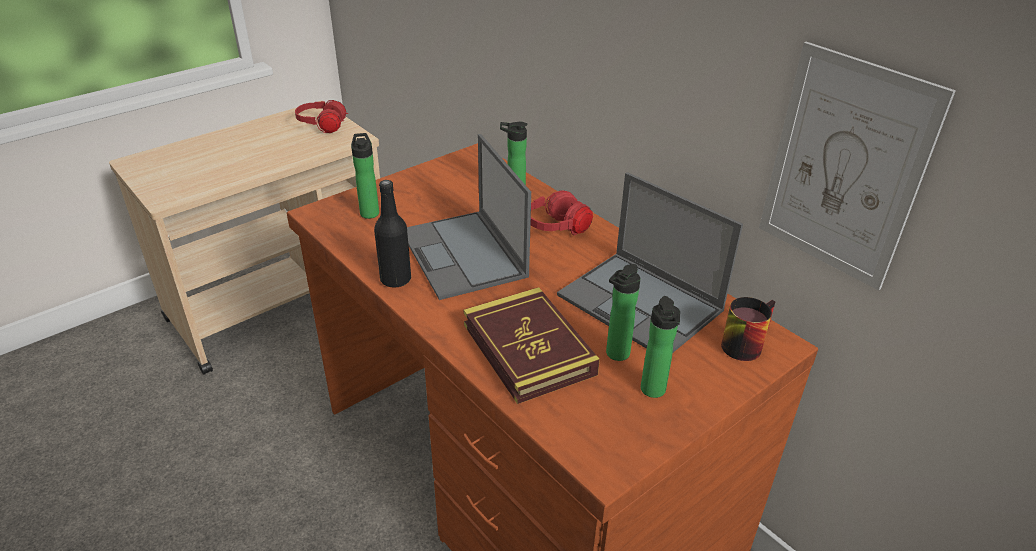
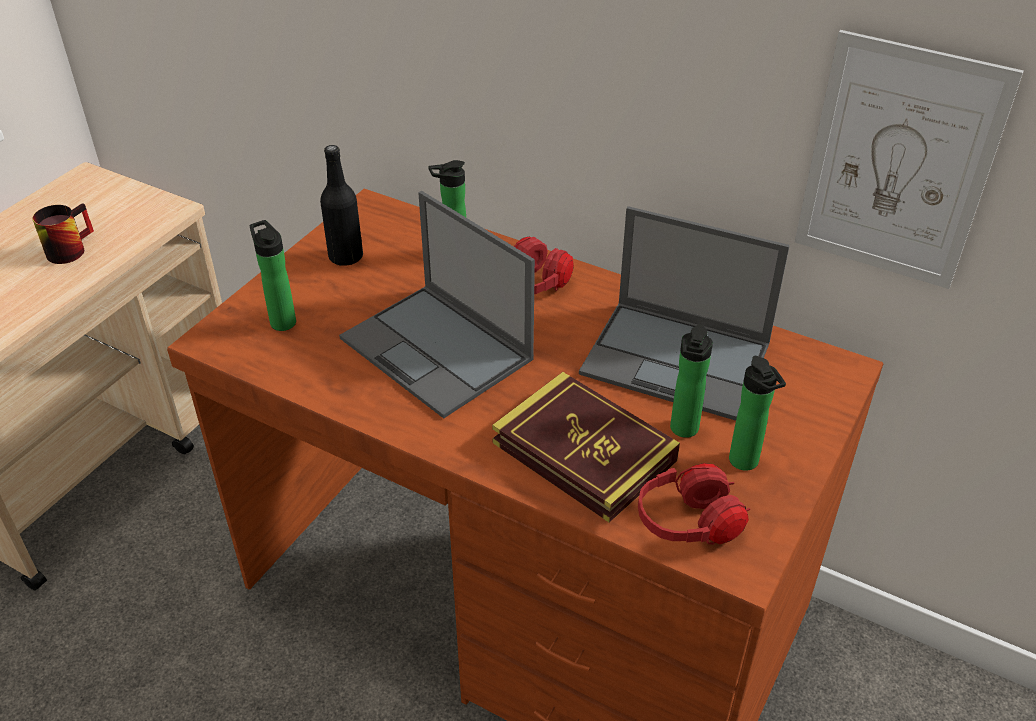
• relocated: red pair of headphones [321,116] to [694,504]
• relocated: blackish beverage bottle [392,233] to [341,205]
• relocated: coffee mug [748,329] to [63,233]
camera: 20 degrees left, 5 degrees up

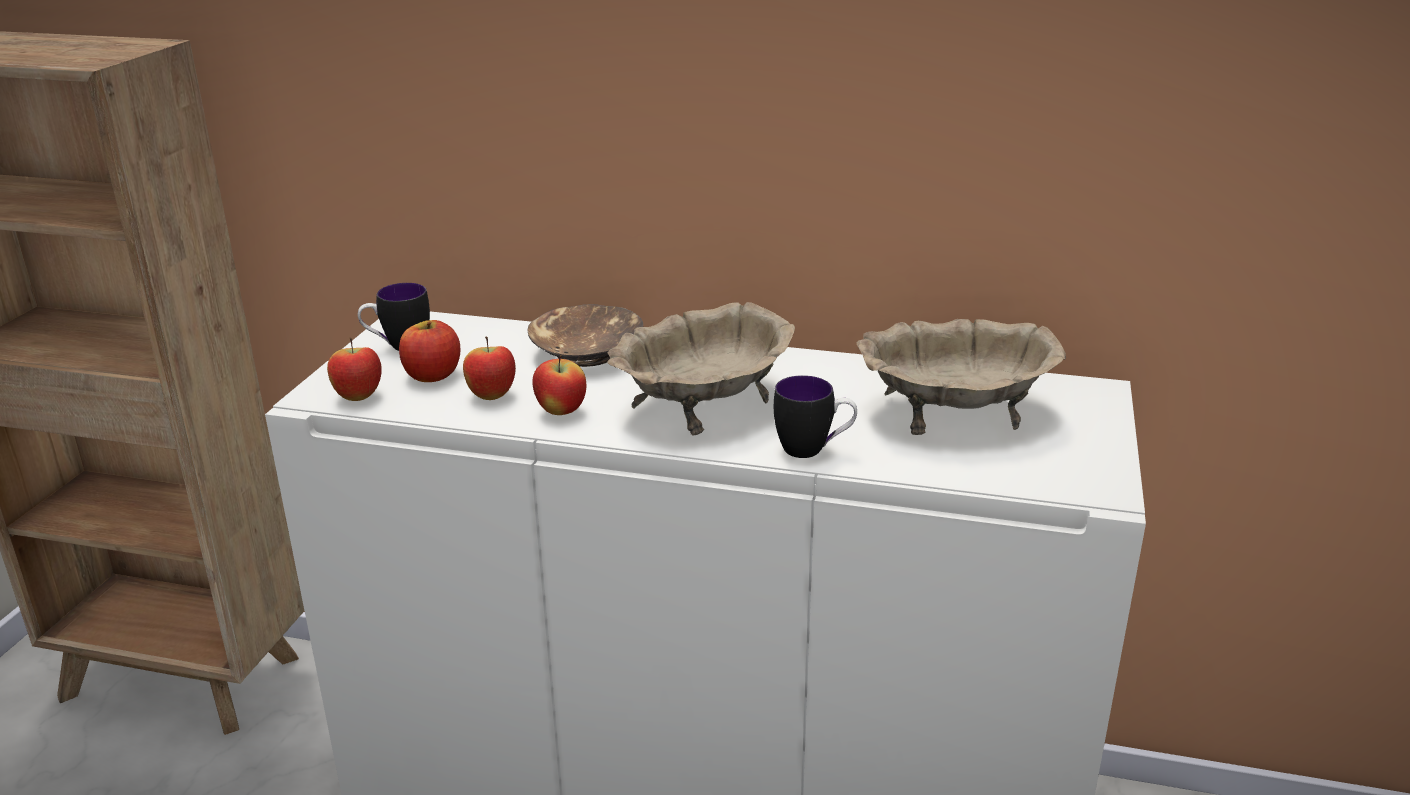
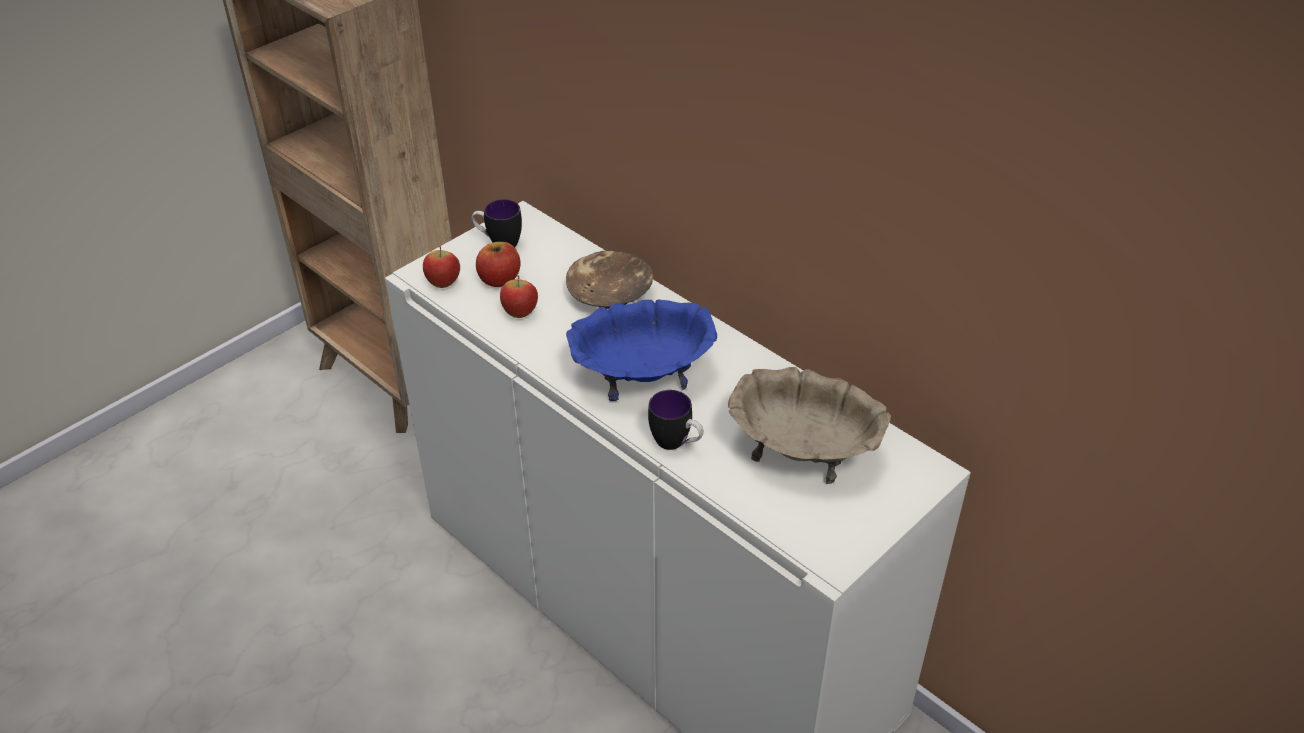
• colour: beige serving bowl [701,369] to bluish serving bowl [641,350]
• missing: whole apple [559,385]
camera: 30 degrees right, 15 degrees up

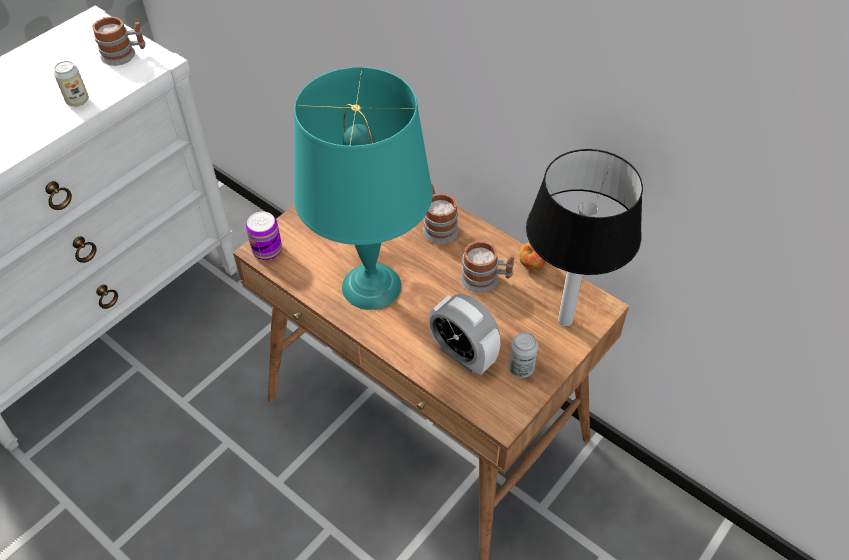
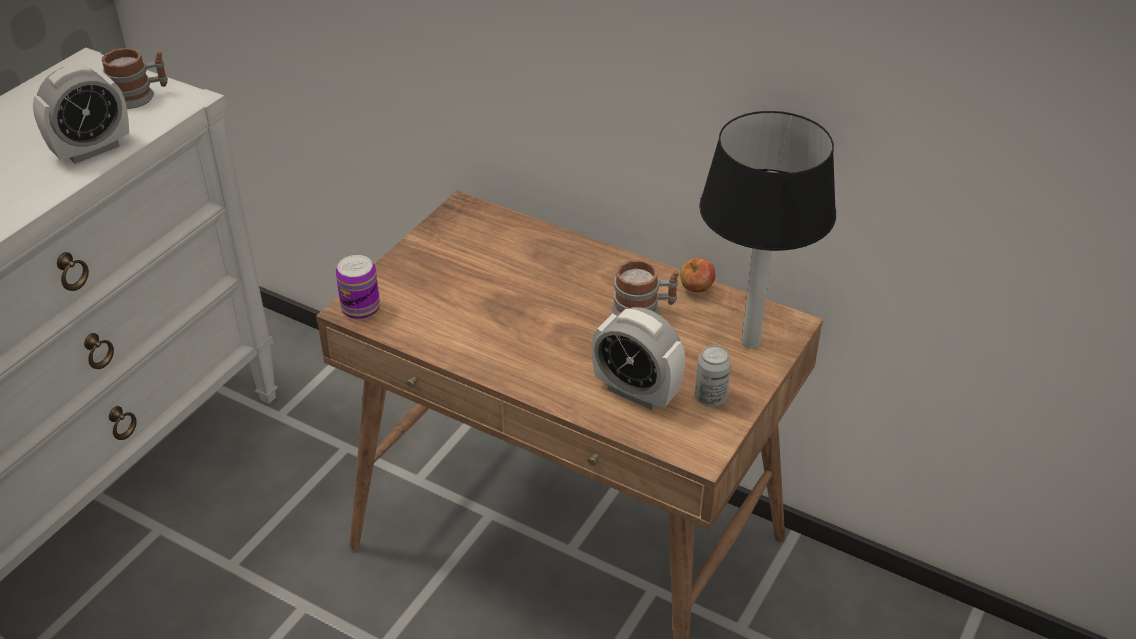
• exchanged: can [71,84] to table clock [81,114]
• missing: turquoise-coloured tabletop lamp [363,188]
• missing: coffee mug [441,213]
camera: 10 degrees left, 10 degrees down

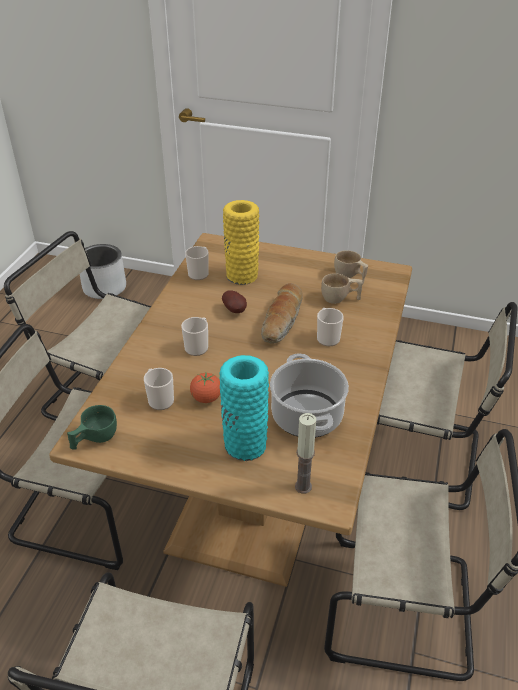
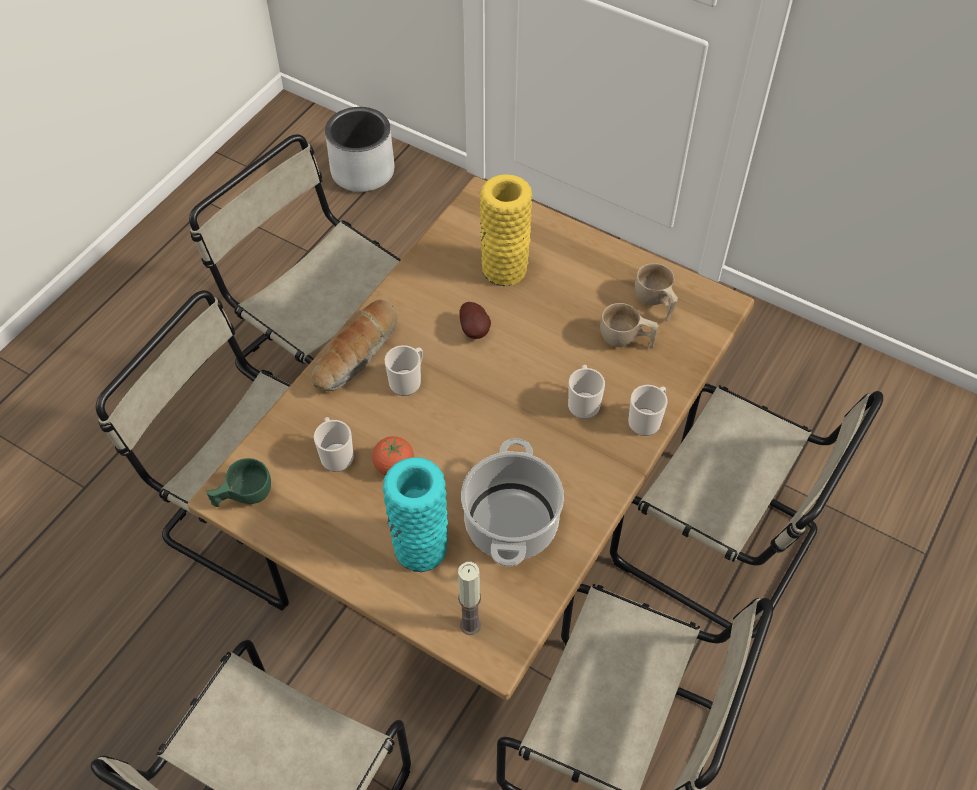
• relocated: coffee mug [197,263] to [648,410]
• relocated: baked bread [282,313] to [354,345]
camera: 15 degrees right, 15 degrees up

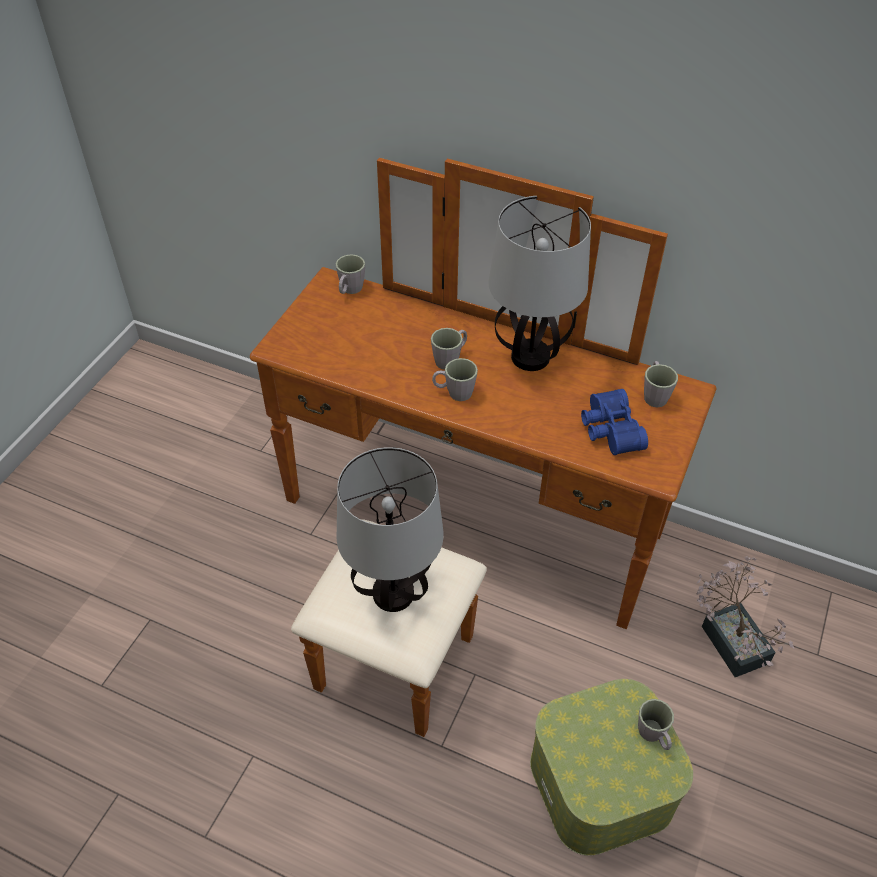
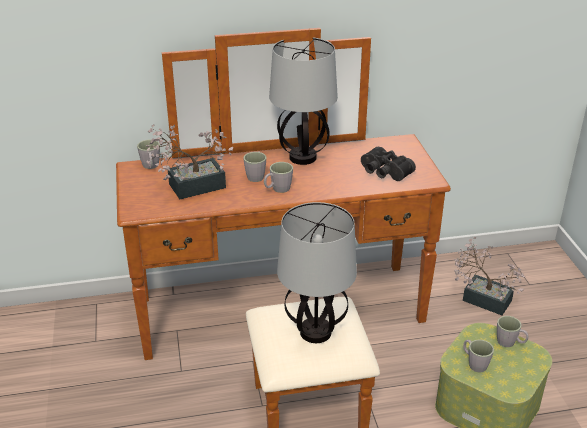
• relocated: grey coffee mug [661,384] to [478,355]
• colour: bluish binoculars [614,422] to blackish binoculars [388,164]
• appeared: houseplant [189,162]
camera: 35 degrees left, 15 degrees down

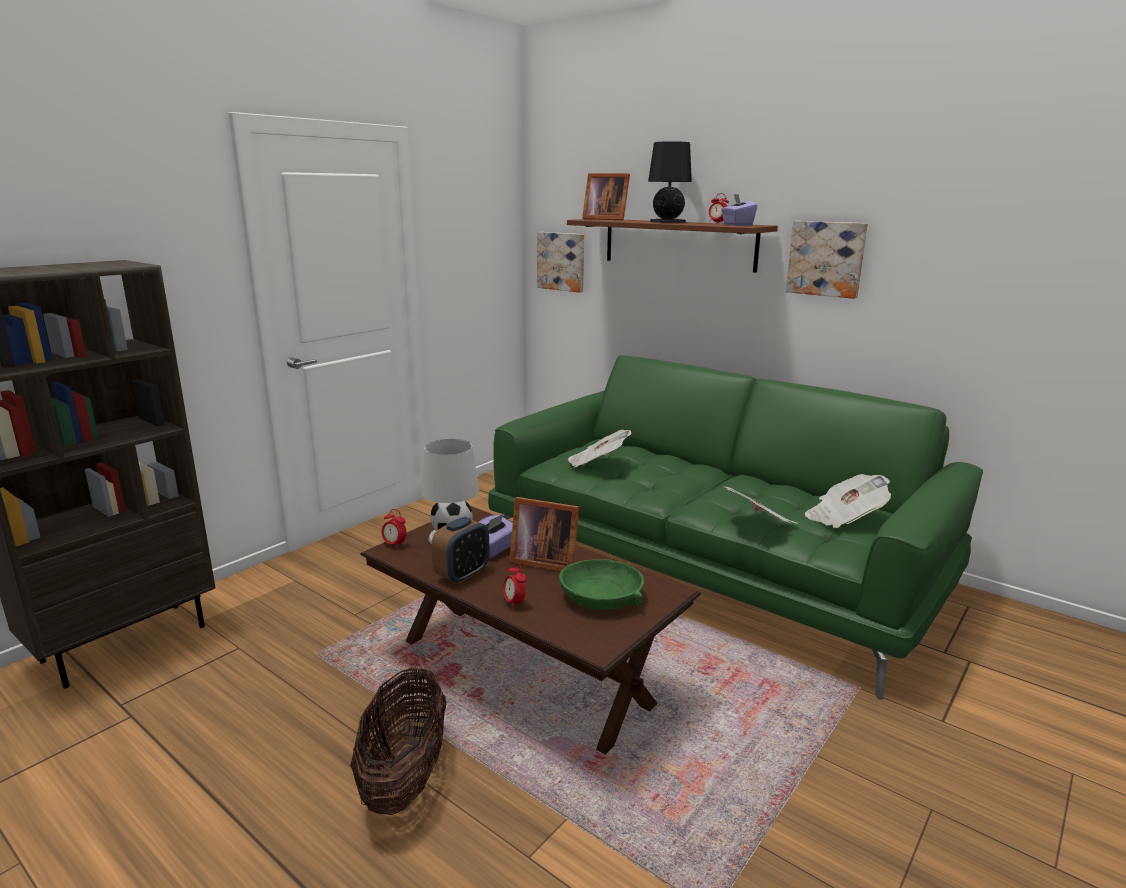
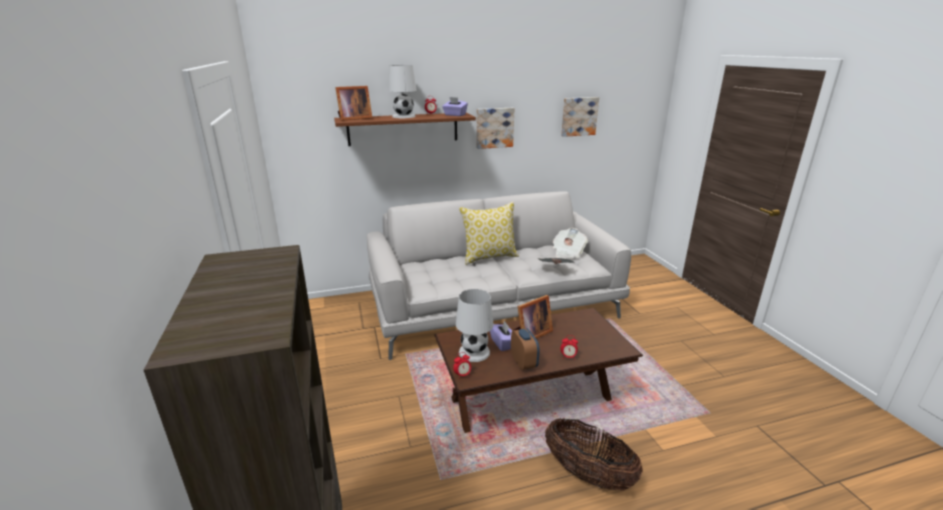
• colour: blackish tabletop lamp [670,182] to whitish tabletop lamp [402,91]
• relocated: wall picture [560,262] to [580,117]
• colour: green-coloured settee [735,527] to grey settee [499,275]
• missing: daily paper [599,448]
• missing: green-coloured serving bowl [601,584]
• appeared: throw pillow [489,233]
camera: 55 degrees left, 5 degrees up

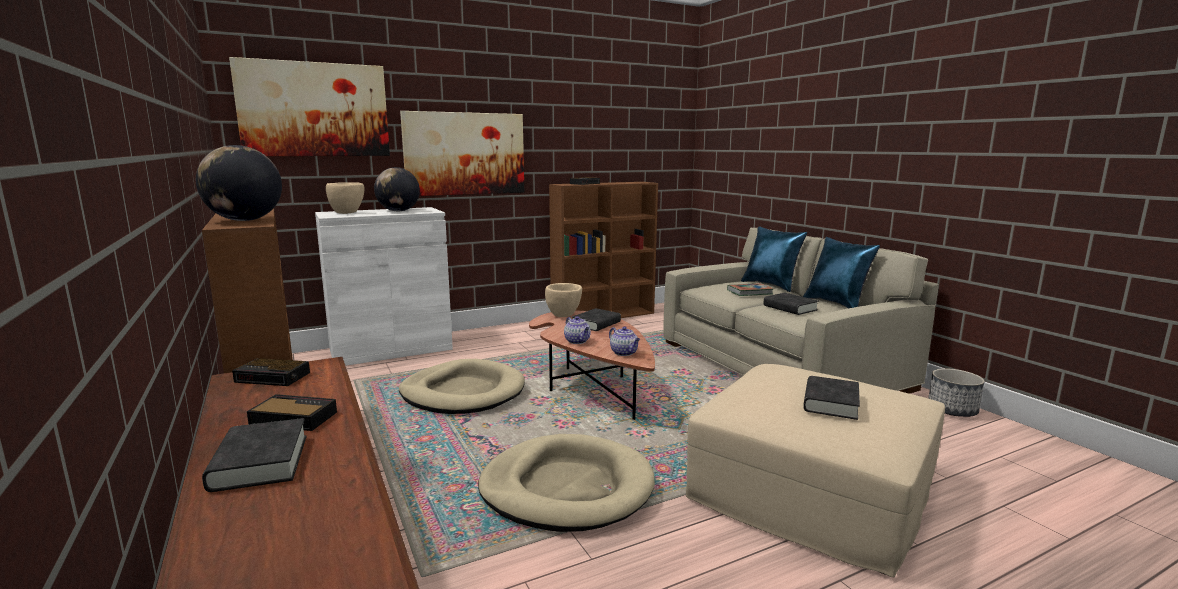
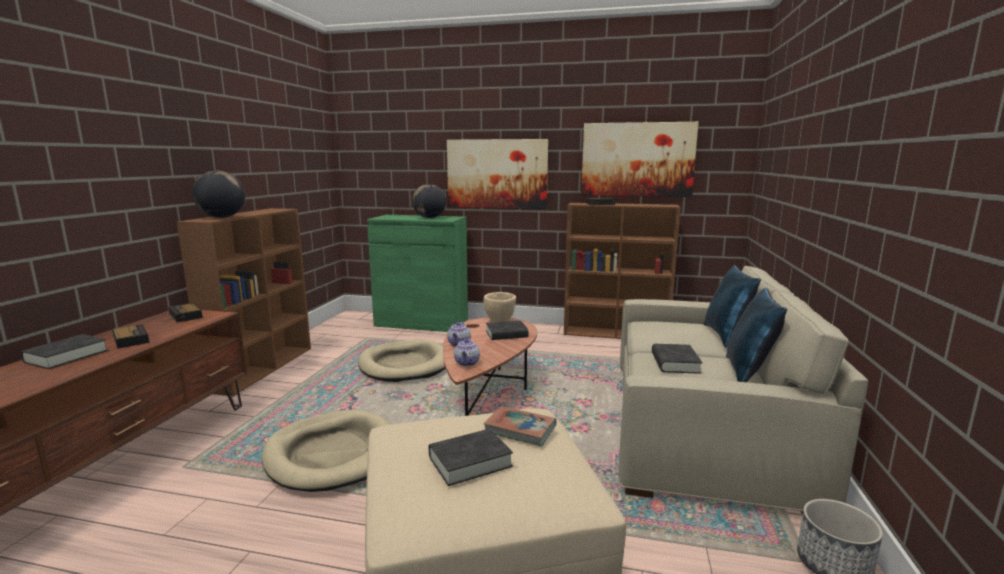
• relocated: wall picture [309,106] to [640,159]
• missing: beige serving bowl [345,198]
• colour: whitish storage cabinet [384,286] to green-coloured storage cabinet [417,273]
• relocated: book [750,289] to [520,426]
camera: 40 degrees right, 0 degrees up

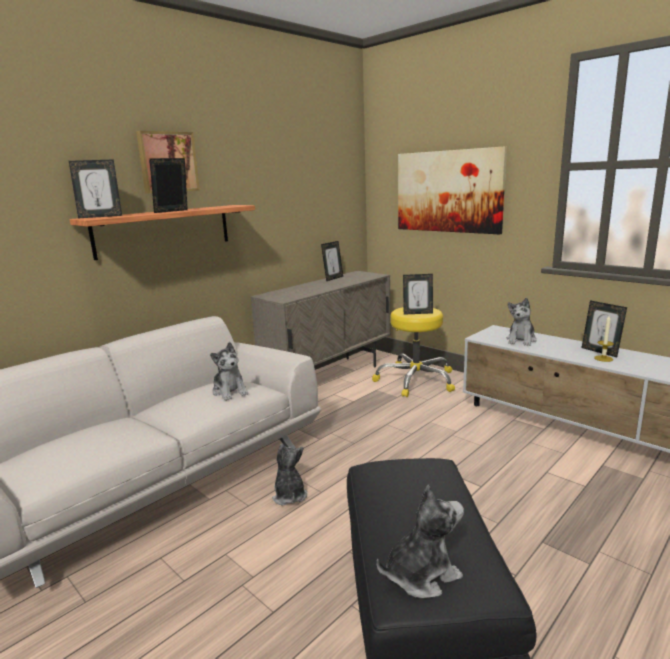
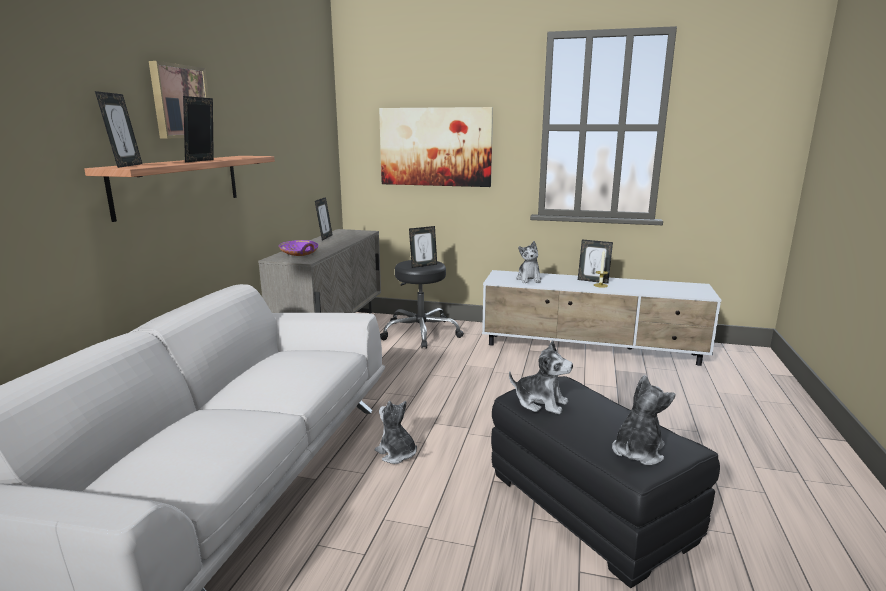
• spun: picture frame [95,188] = [118,129] 45 degrees counterclockwise
• colour: yellow stool [413,352] to blackish stool [422,304]
• relocated: plush toy [229,371] to [541,377]
• appeared: purplish serving bowl [298,248]
camera: 30 degrees left, 0 degrees up

